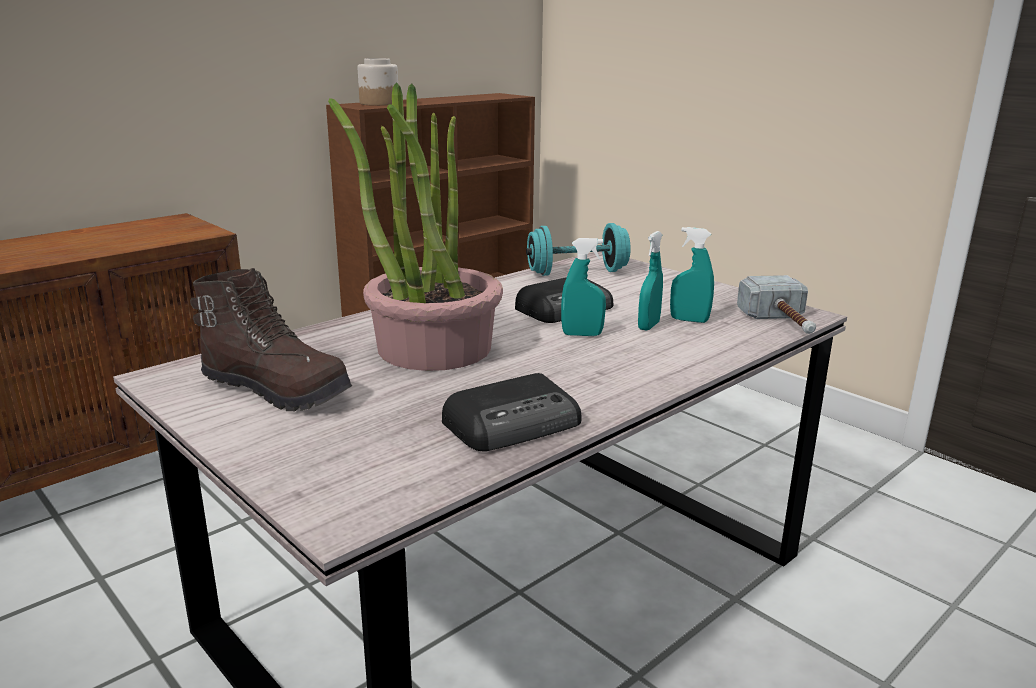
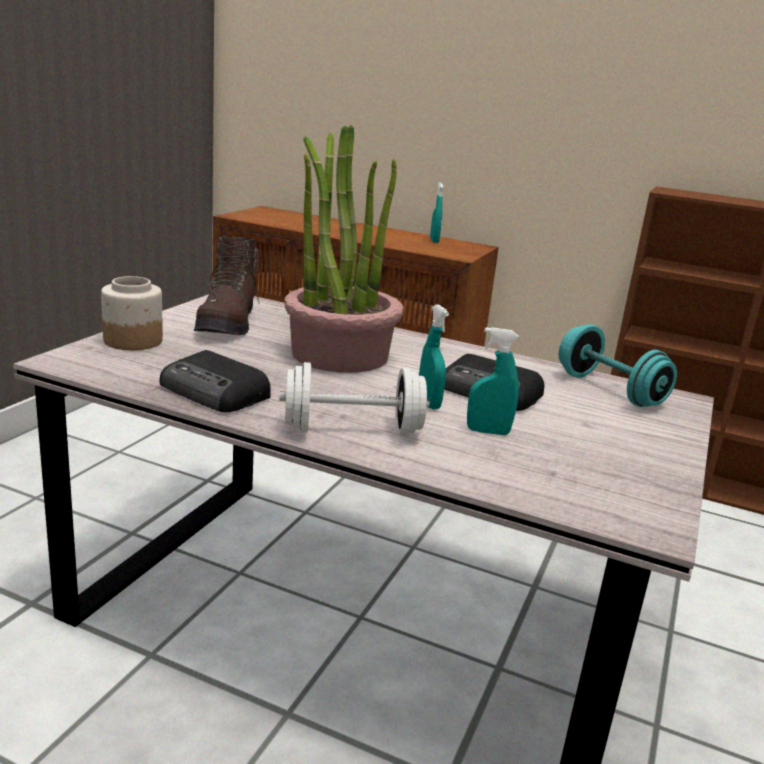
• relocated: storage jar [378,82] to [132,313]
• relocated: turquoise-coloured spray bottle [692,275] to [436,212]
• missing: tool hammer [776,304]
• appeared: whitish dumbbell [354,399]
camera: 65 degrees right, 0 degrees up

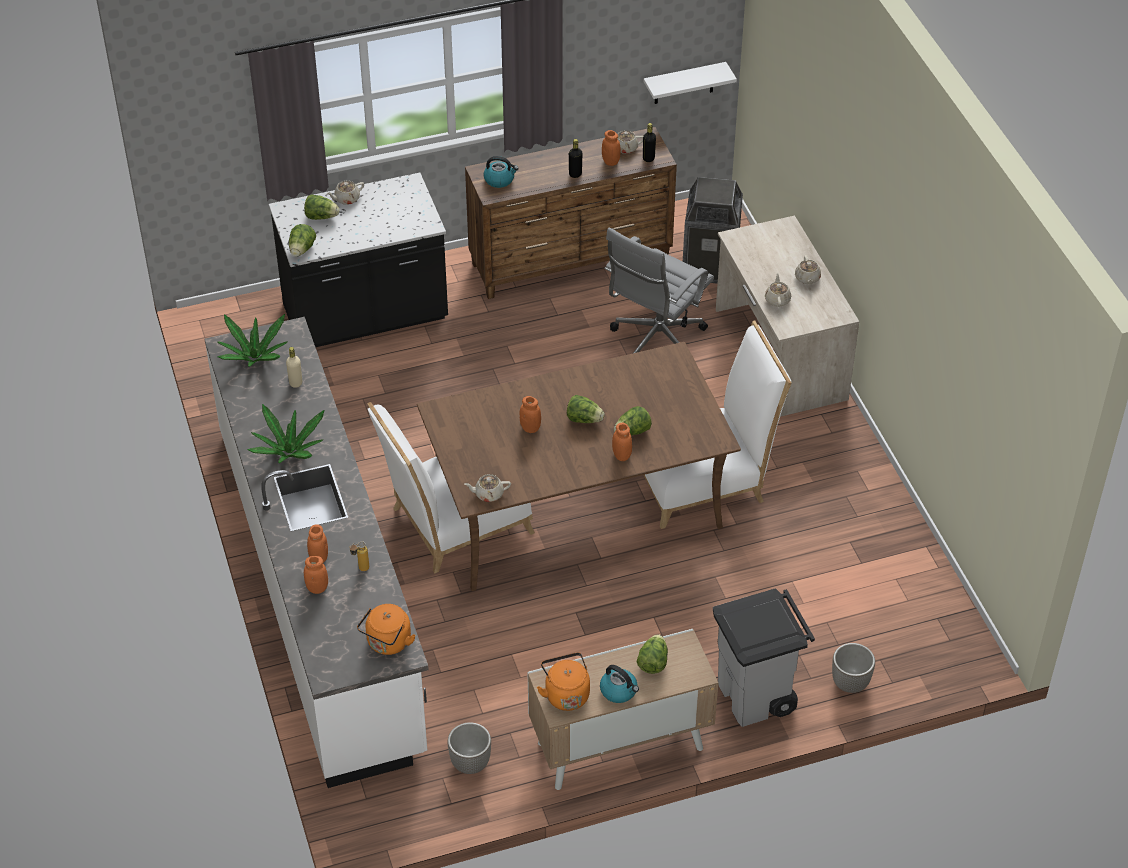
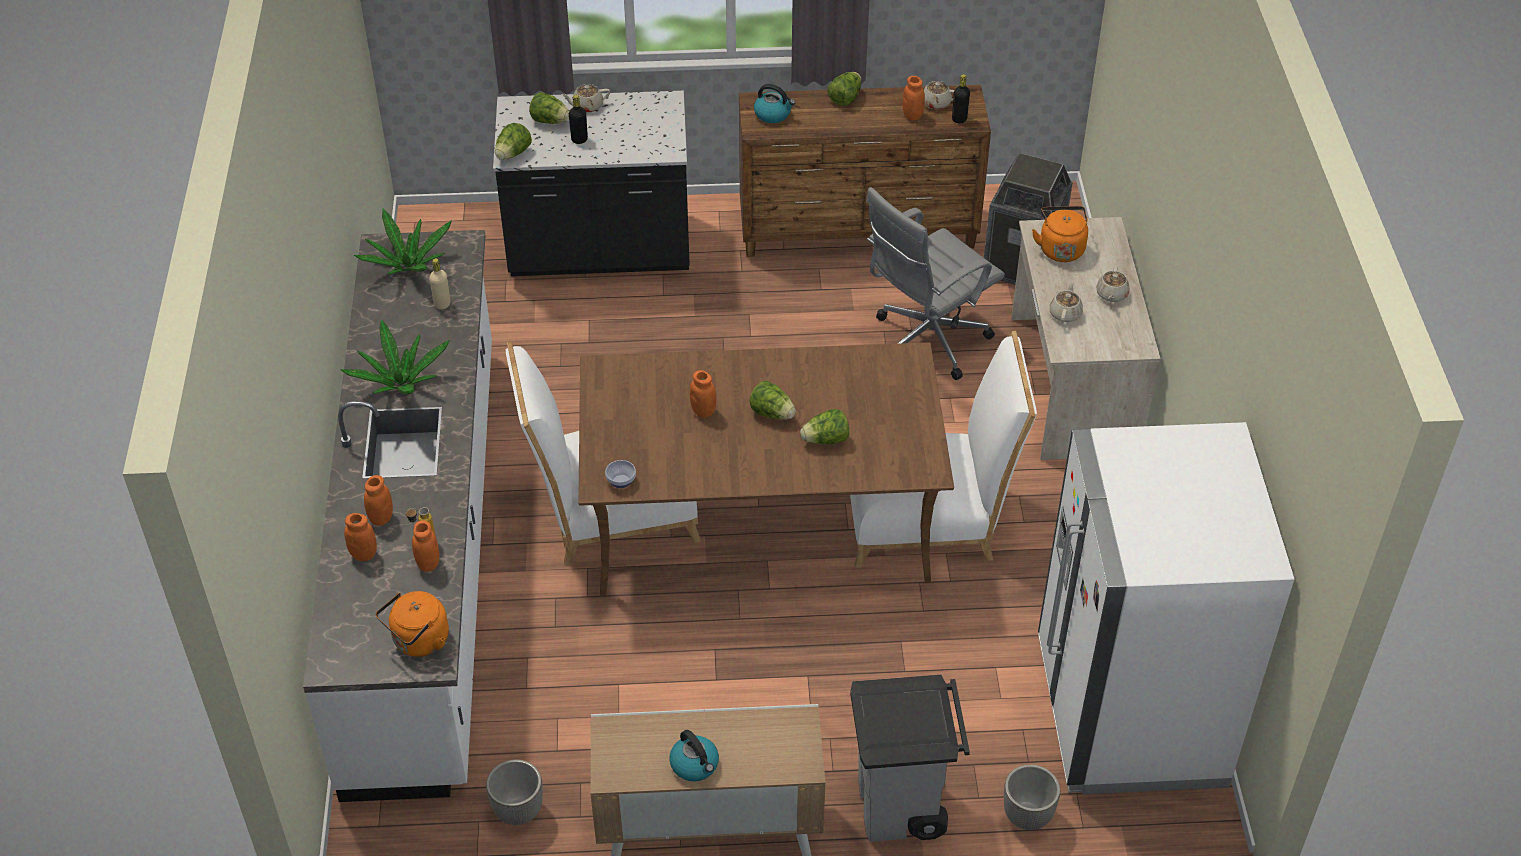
• missing: whitish wall shelf [690,83]
• relocated: blackish beverage bottle [575,158] to [578,119]
• relocated: orange-coloured storage jar [622,442] to [425,546]
• exchanged: beige pot for tea [487,488] to serving bowl [620,474]
• relocated: head of lettuce [652,654] to [844,89]
• relocated: orange-coloured tea kettle [563,681] to [1060,234]
• appeared: whitish kitchen fridge [1166,608]
camera: 15 degrees right, 0 degrees up

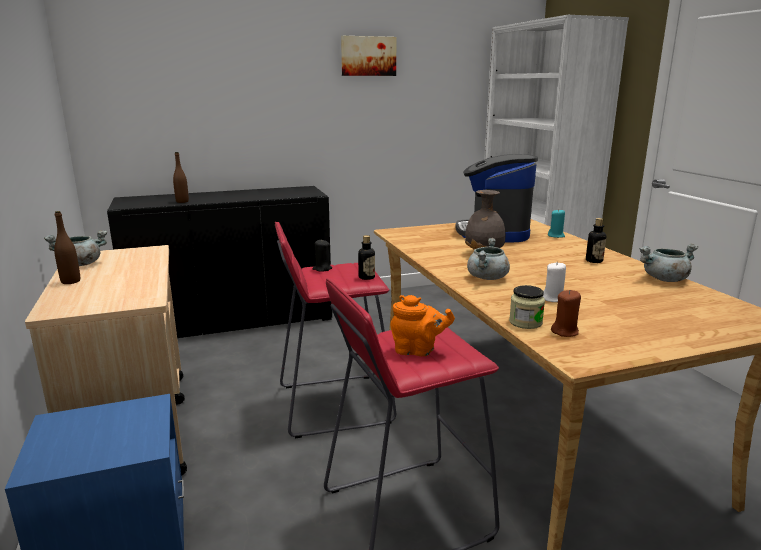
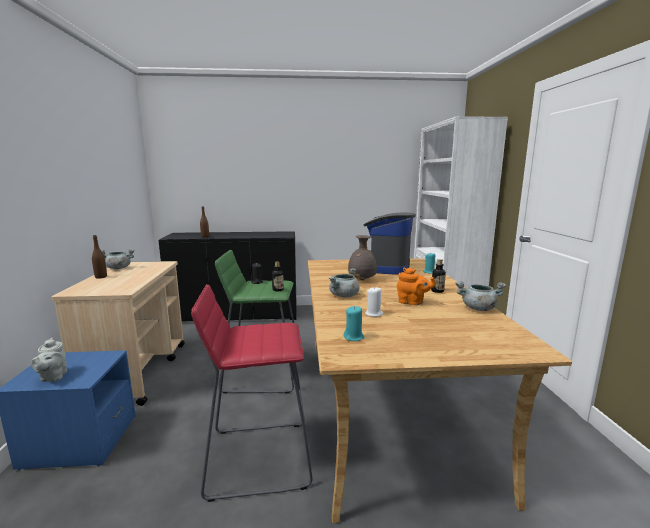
• missing: wall picture [369,56]
• colour: red stool [335,330] to green-coloured stool [254,322]
• missing: storage jar [527,307]
• colour: brownish wax candle [566,313] to turquoise-coloured wax candle [353,323]
• relocated: orange-coloured pot for tea [423,325] to [416,286]
• appeared: grey pot for tea [49,359]
camera: 15 degrees right, 5 degrees down

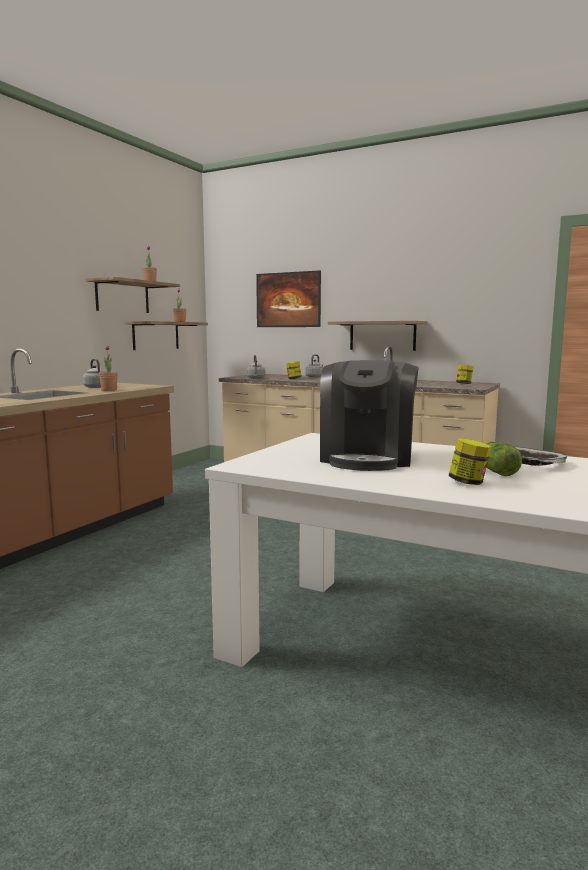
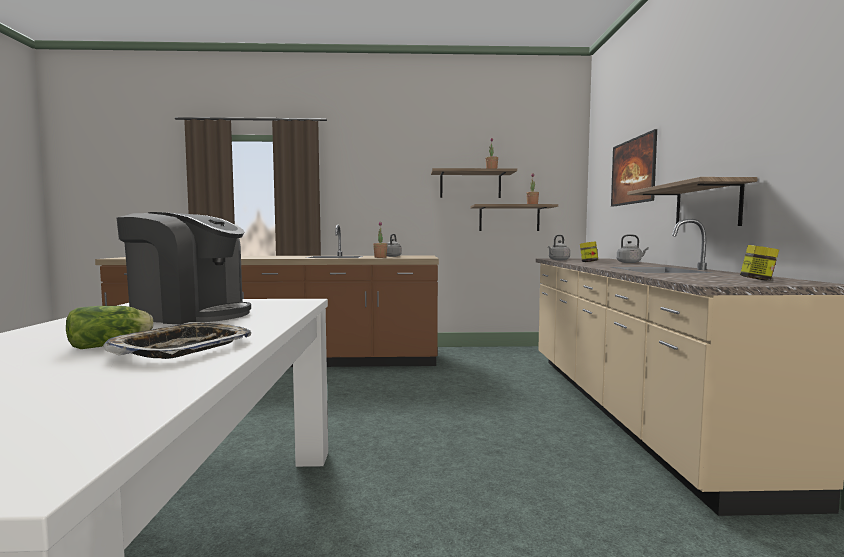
• spun: coffee maker [369,415] = [184,268] 150 degrees counterclockwise
• missing: storage jar [470,461]
camera: 60 degrees right, 5 degrees down

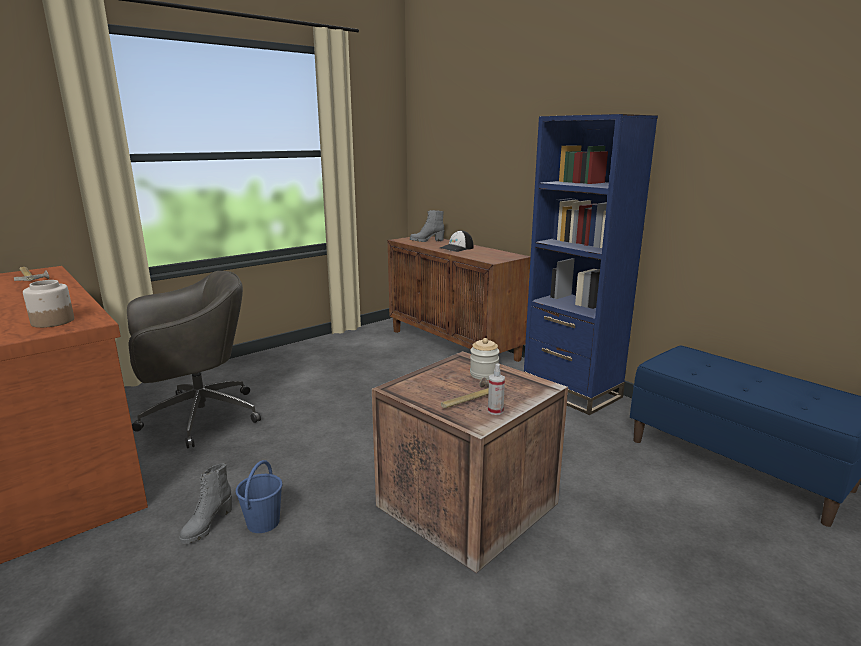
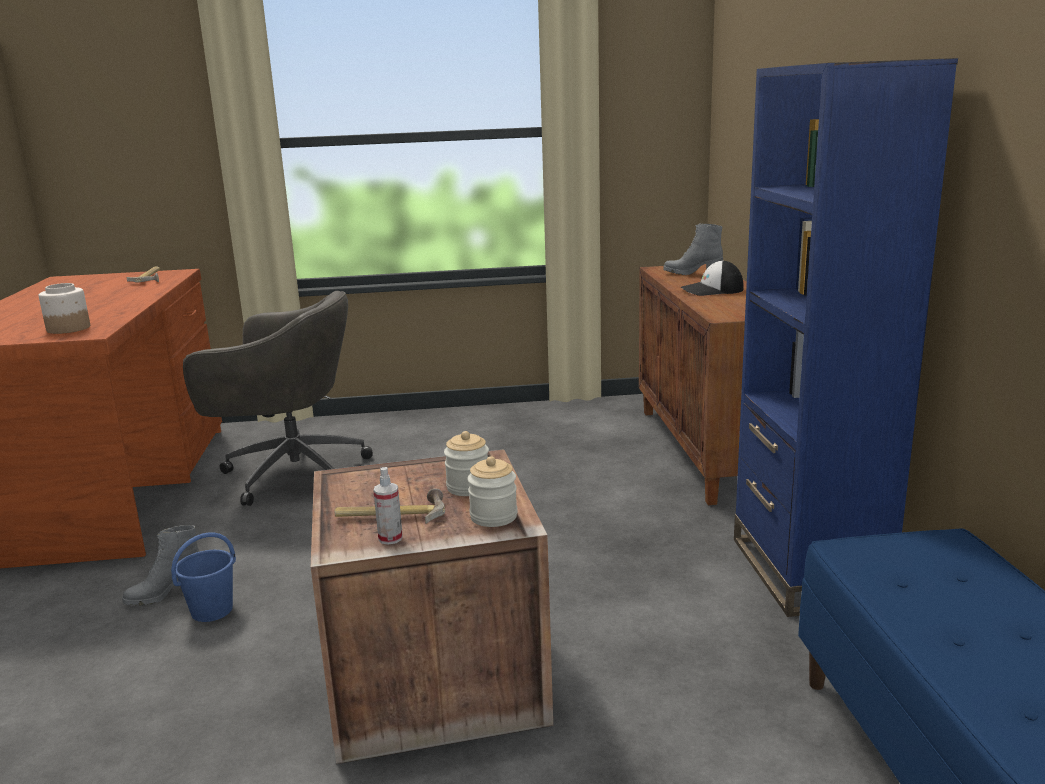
• appeared: storage jar [492,491]
camera: 35 degrees right, 0 degrees up

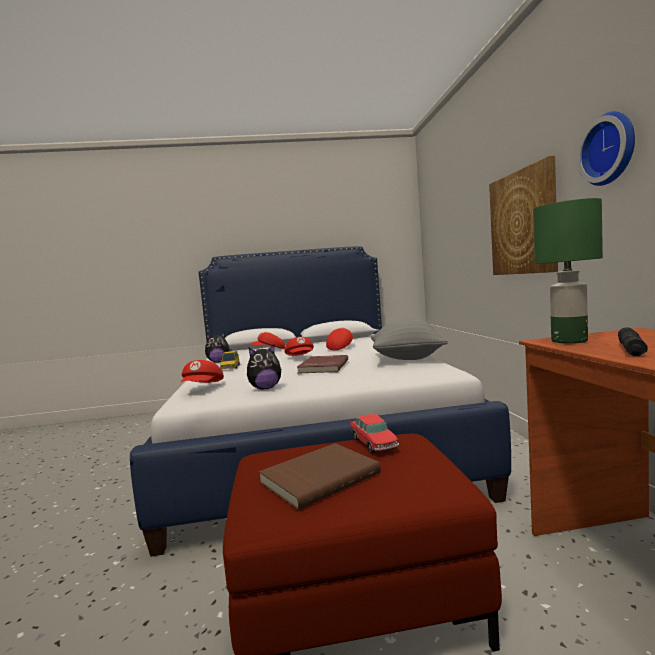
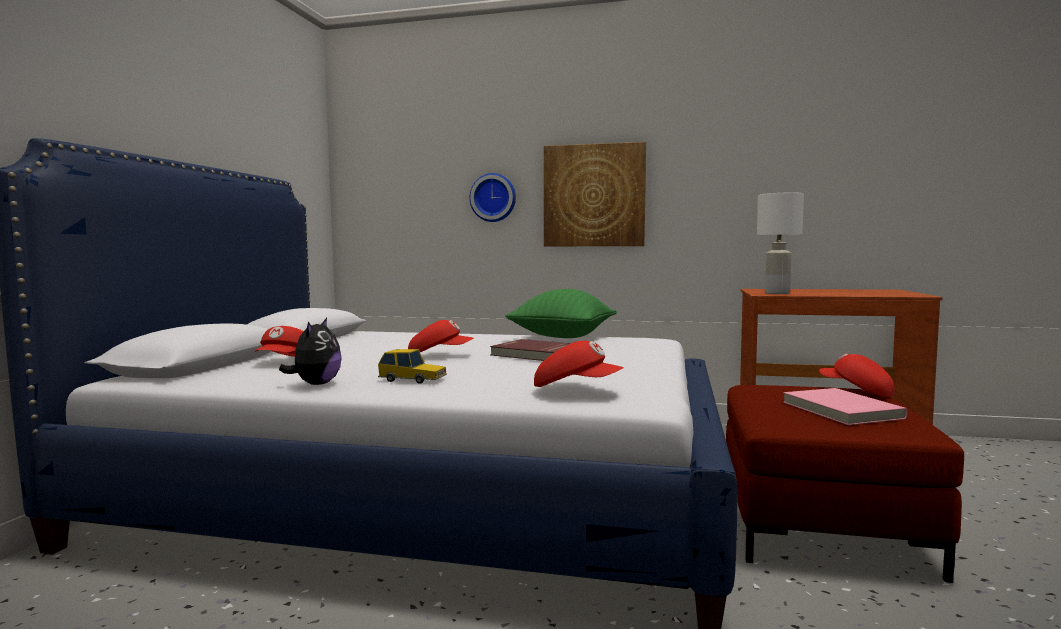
• relocated: hanging clock [606,148] to [493,197]
• colour: green-coloured tabletop lamp [568,271] to whitish tabletop lamp [780,243]
• colour: grey throw pillow [409,339] to green-coloured throw pillow [561,313]
• missing: blackish hand torch [633,341]
• relocated: red baseball cap [340,339] to [857,375]
• missing: plush toy [264,366]
• missing: miniature car [374,434]
• colour: brownish book [320,476] to pink book [845,406]
camera: 70 degrees left, 0 degrees up

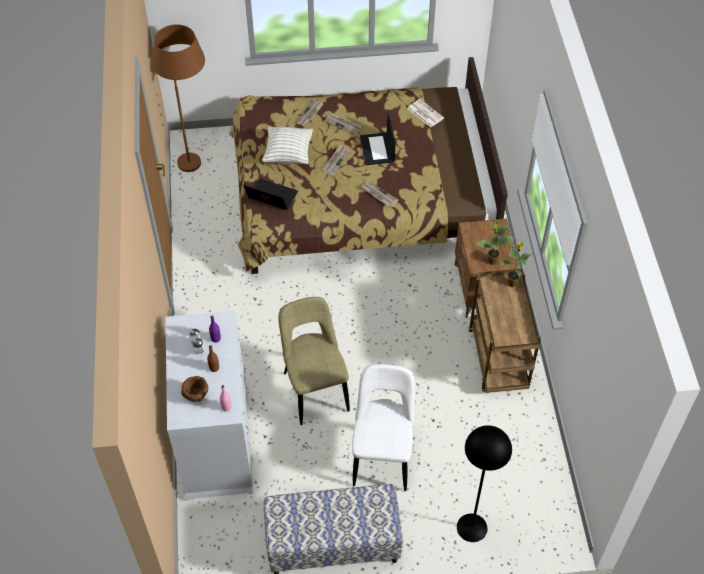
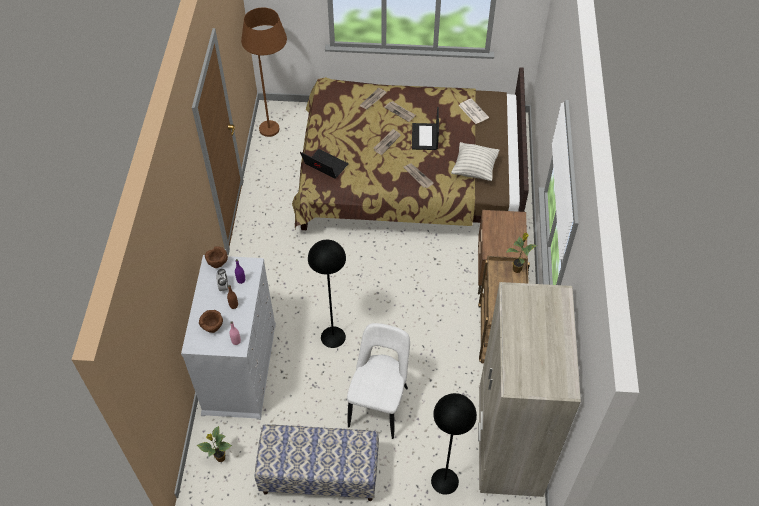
• relocated: throw pillow [287,145] to [475,161]
• relocated: houseplant [495,243] to [214,444]
• exchanged: beige upright chair [314,361] to blackish standard lamp [327,294]
• appeared: brownish serving bowl [216,257]
• appeared: beige wardrobe [529,389]
camera: 10 degrees right, 0 degrees up

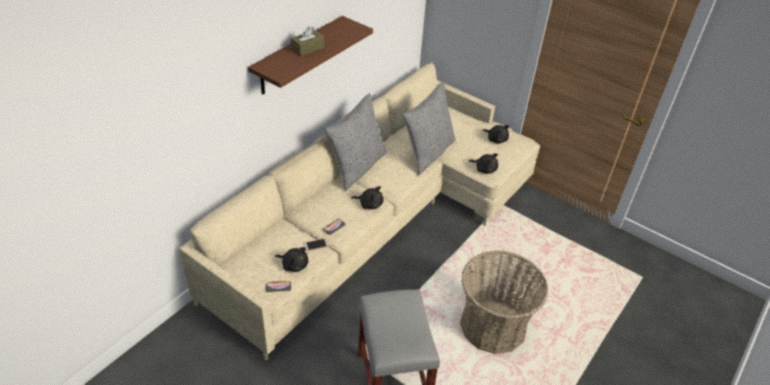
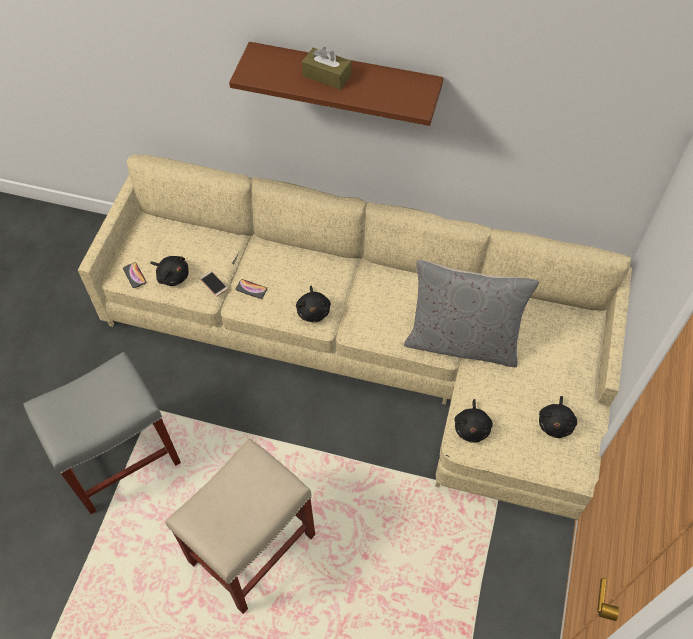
• missing: grey throw pillow [356,142]
• spun: blackish plush toy [291,259] = [169,271] 60 degrees counterclockwise
• exchanged: storage basket [504,302] to beige stool [240,526]
camera: 70 degrees right, 15 degrees up

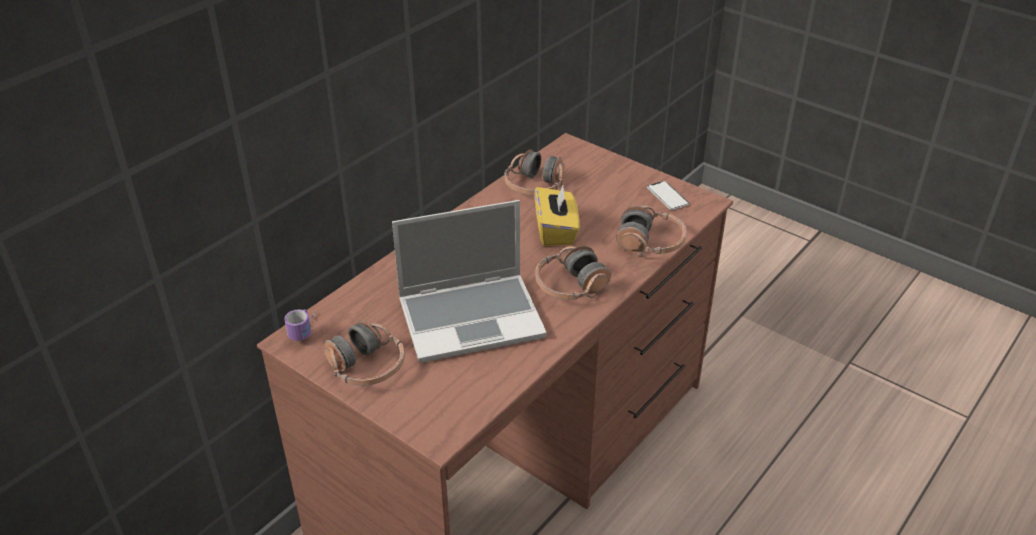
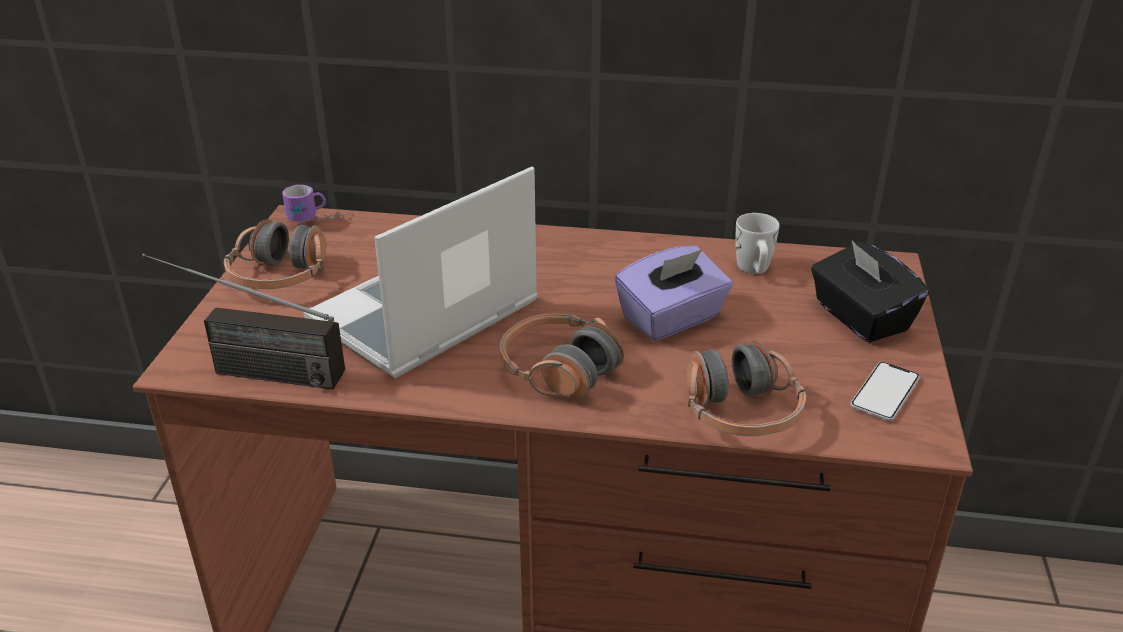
• exchanged: pair of headphones [534,172] to whitish coffee mug [757,243]
• colour: yellow tissue holder [557,215] to purplish tissue holder [674,293]
• spun: notebook computer [469,281] = [420,272] 90 degrees clockwise
• appeared: blackish tissue holder [870,291]
• appeared: radio receiver [243,321]
camera: 60 degrees right, 5 degrees down

